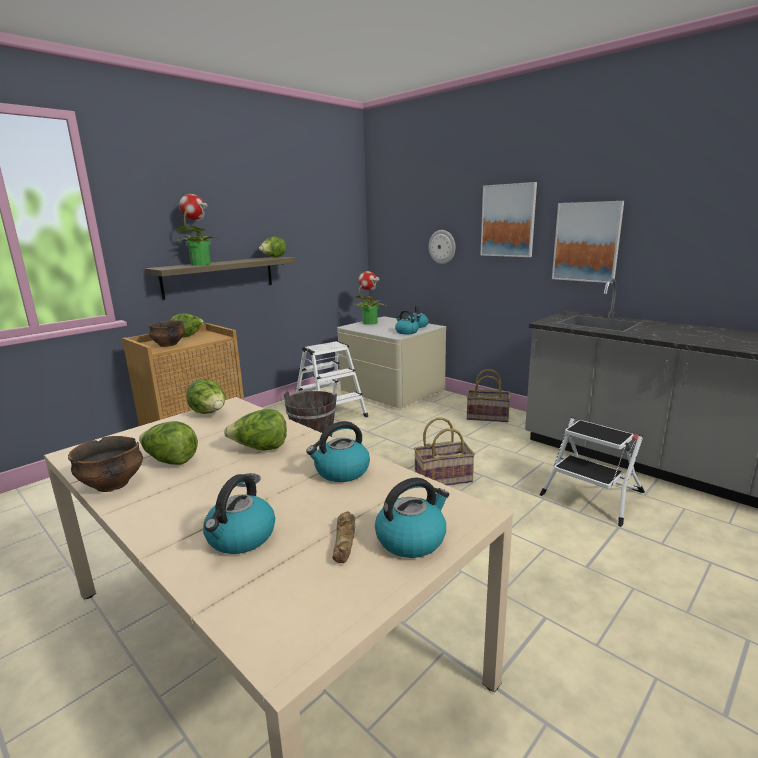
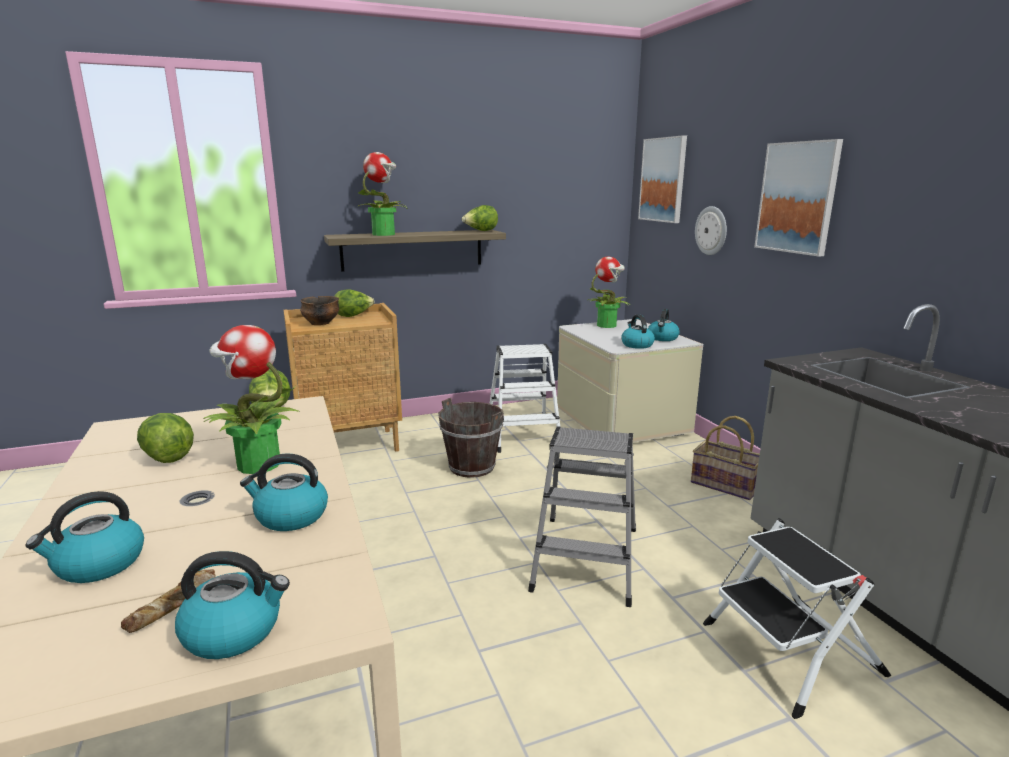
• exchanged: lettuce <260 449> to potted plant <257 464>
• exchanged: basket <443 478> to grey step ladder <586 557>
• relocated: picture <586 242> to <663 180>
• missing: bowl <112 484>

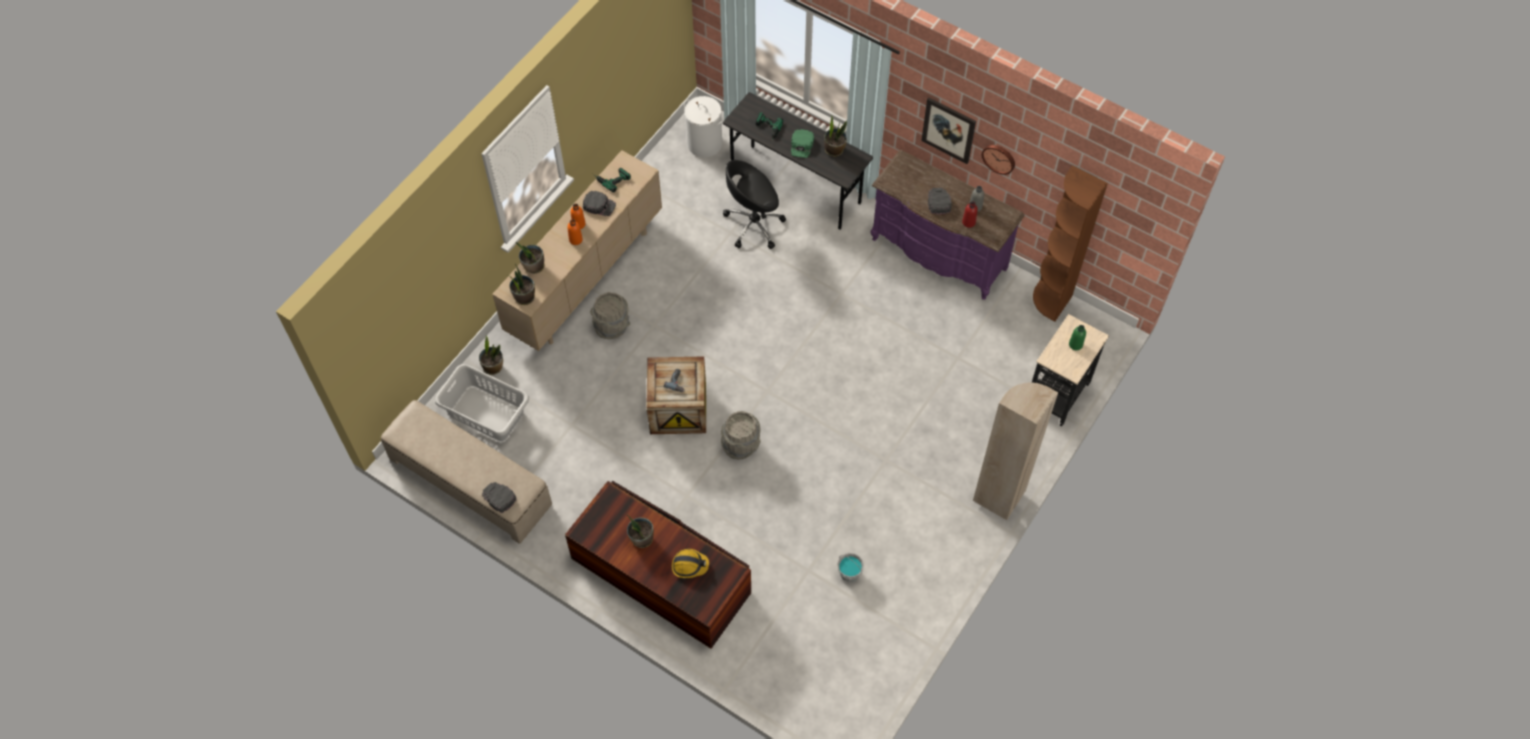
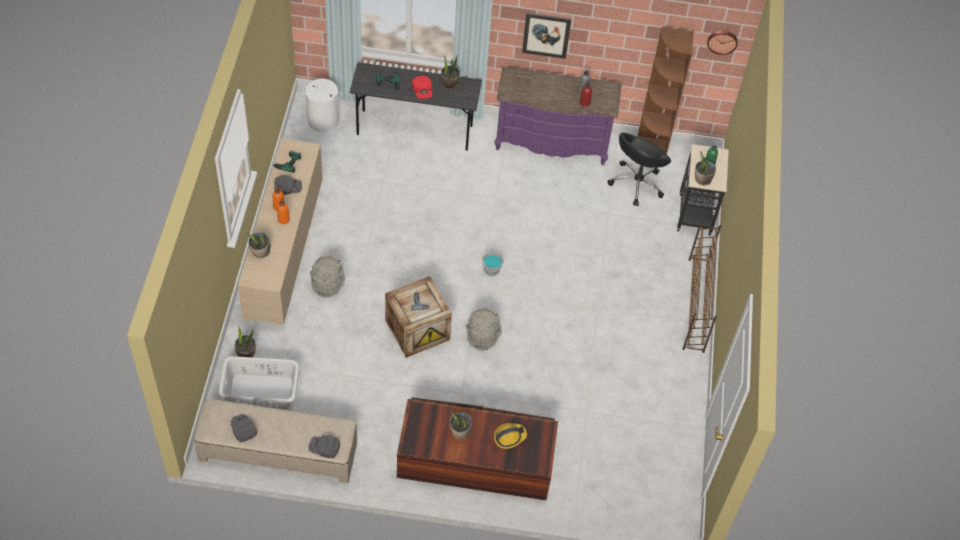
• relocated: black cap <938 201> to <243 428>
• colour: green cap <802 145> to red cap <422 89>
• relocated: grey bucket <849 573> to <491 270>
• relocated: black office chair <752 225> to <635 185>
• exchanged: beige bookcase <999 500> to brown shoe rack <695 305>
• relocated: potted plant <524 297> to <702 179>
• relocated: wall clock <999 158> to <722 41>

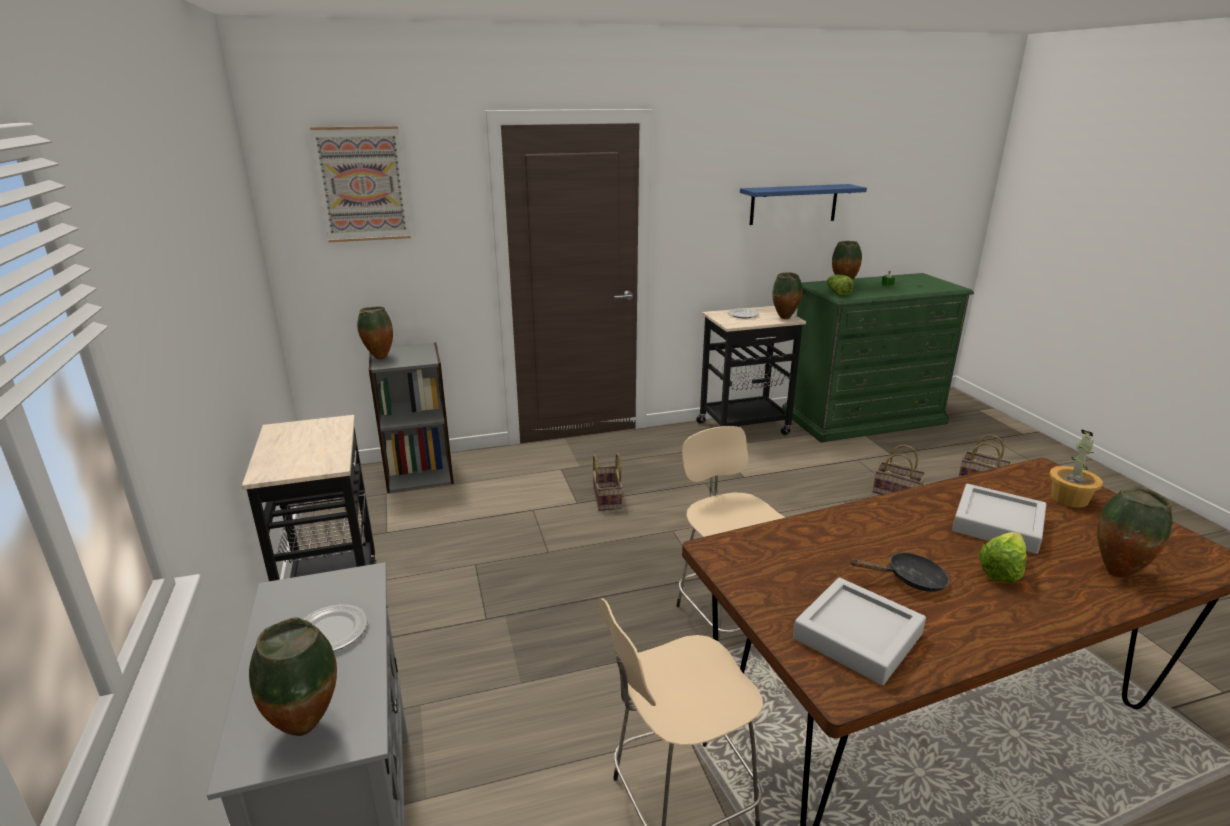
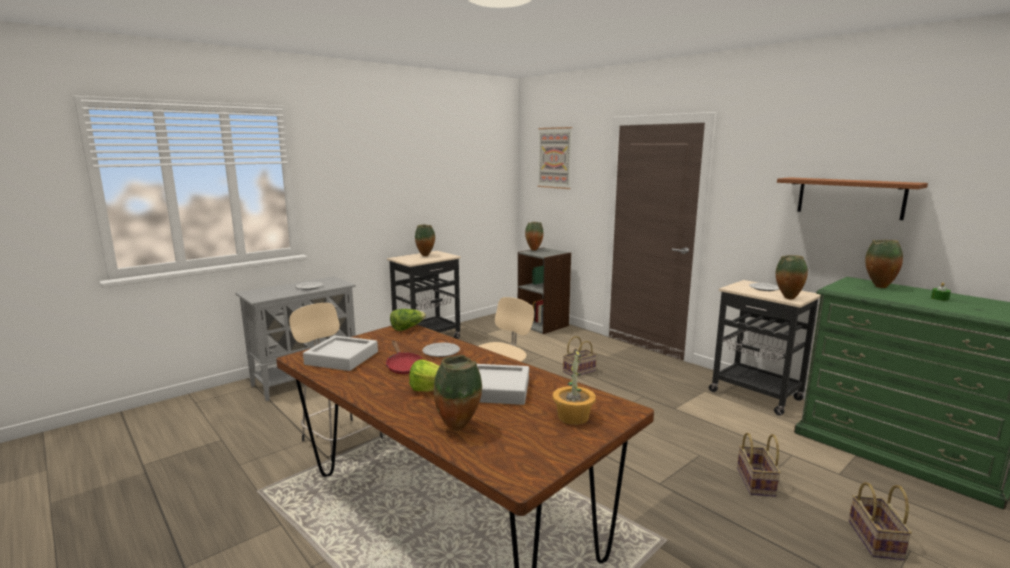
• colour: black frying pan <909 579> to red frying pan <403 367>
• relocated: lettuce <837 293> to <407 328>
• relocated: vase <308 727> to <426 256>
• appeared: plate <441 352>
• colour: blue shelf <793 204> to brown shelf <850 197>

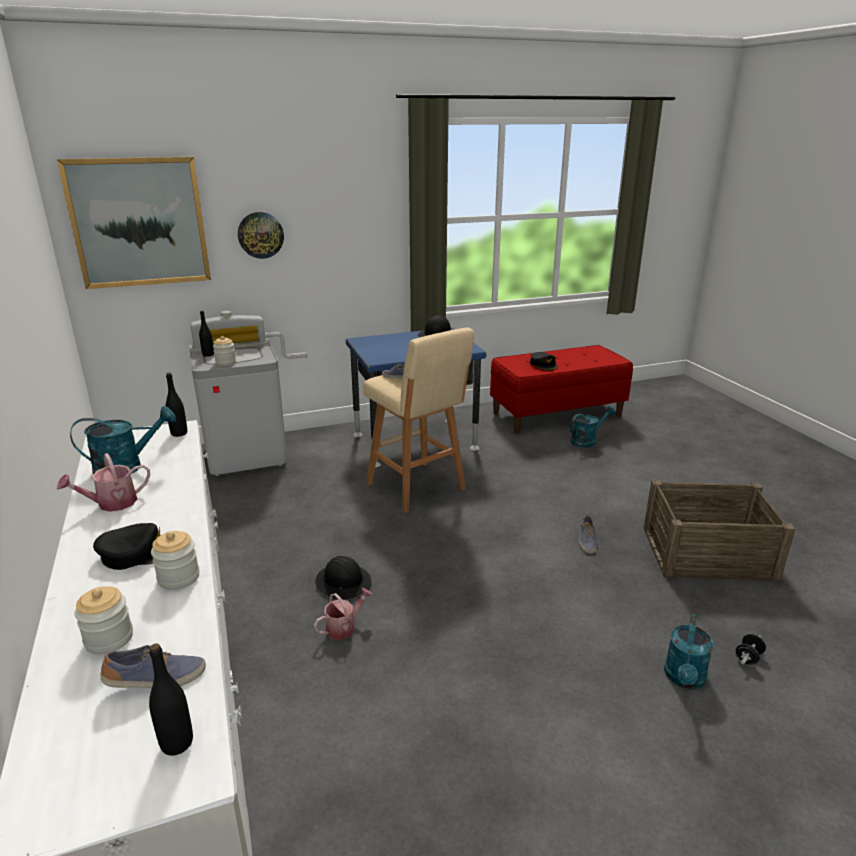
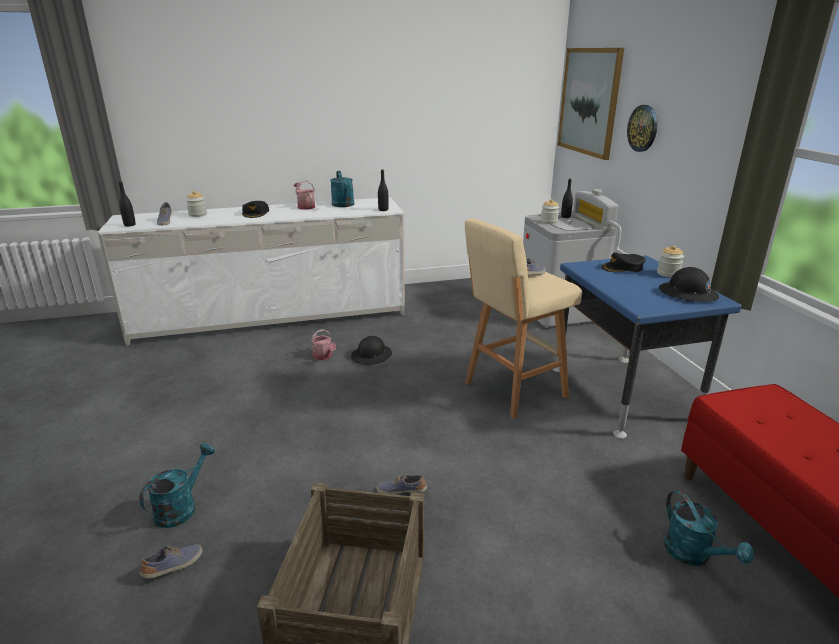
• spun: turquoise watering can <684 679> = <181 507> 90 degrees clockwise
• exchanged: black dumbbell <748 657> to shoe <174 566>
• relocated: black cap <543 364> to <623 268>
• relocated: jar <179 578> to <668 274>

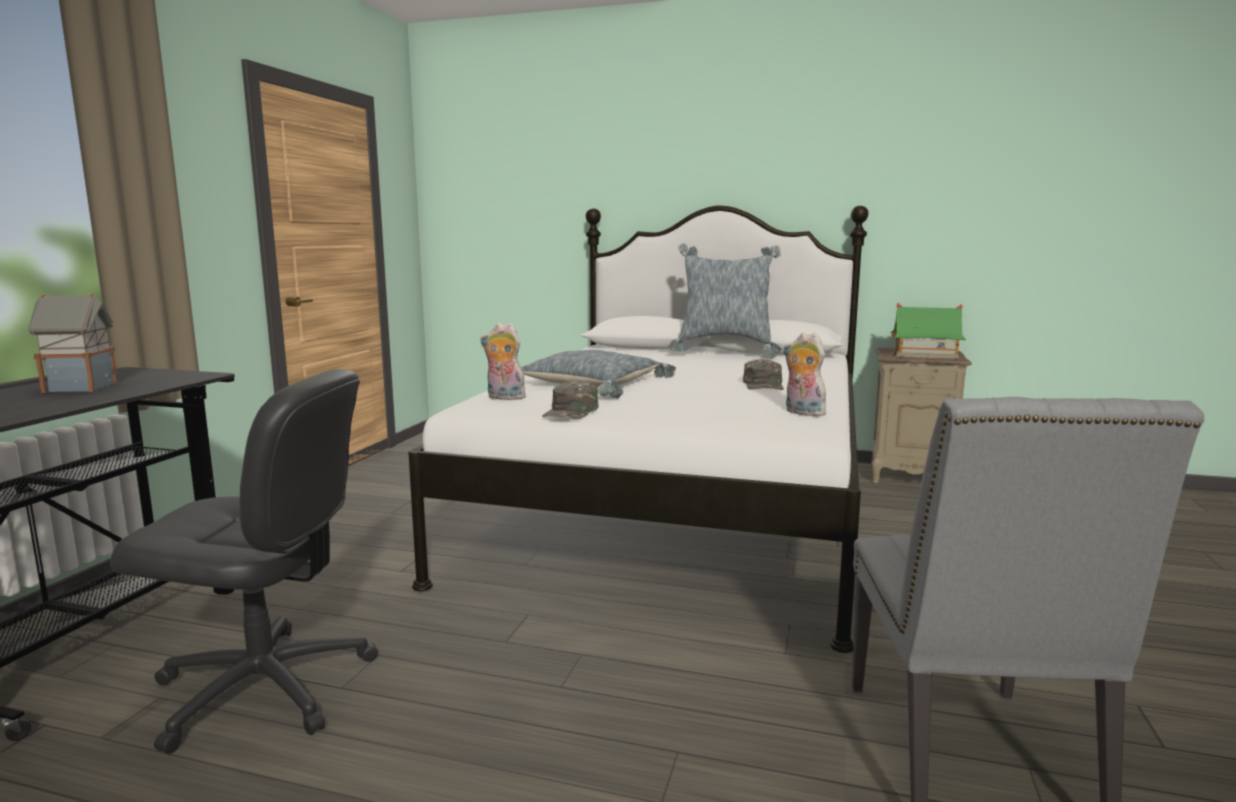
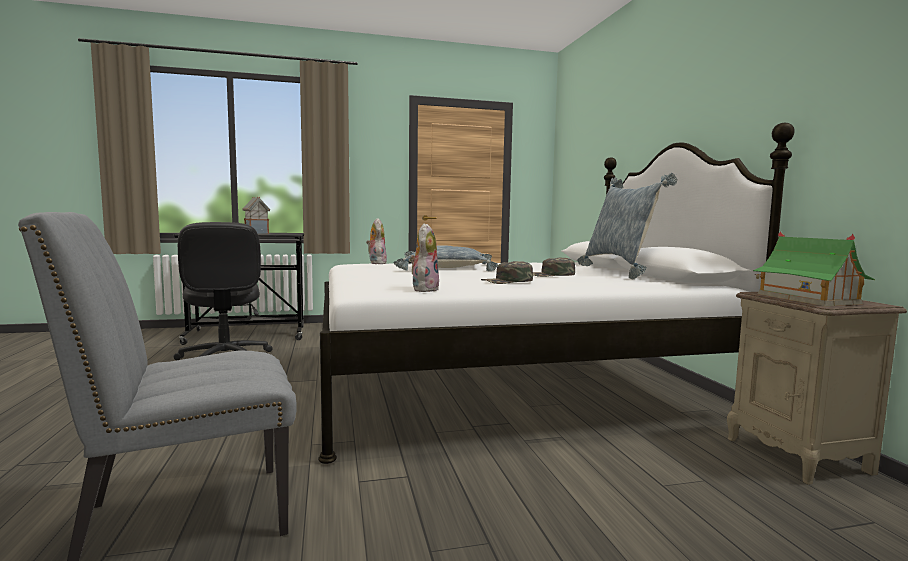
• relocated: green cap <571 412> to <551 275>

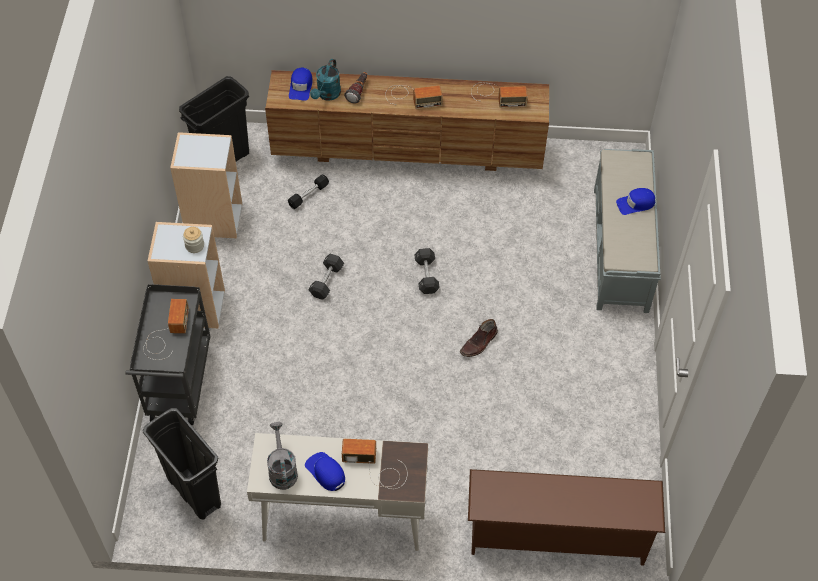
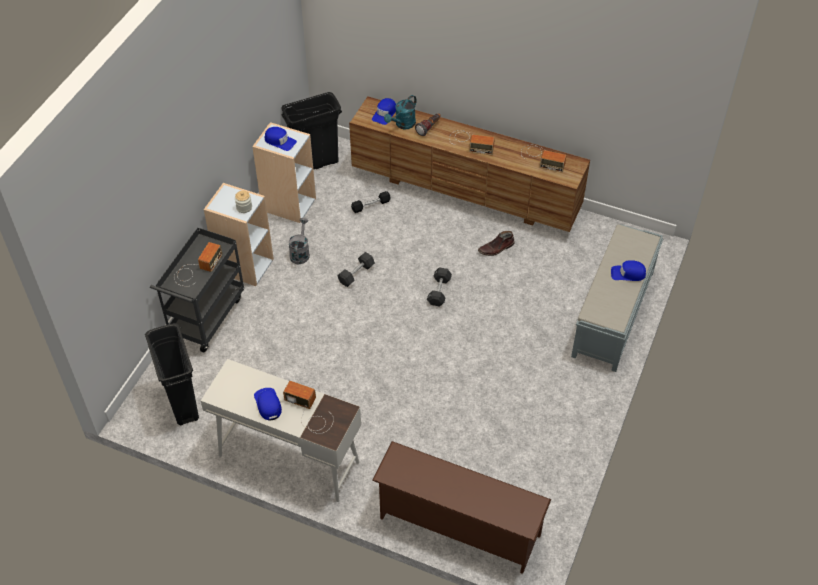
• appeared: blue cap <280 141>
• relocated: grey watering can <282 469> to <300 252>
• relocated: brown boot <479 343> to <496 248>

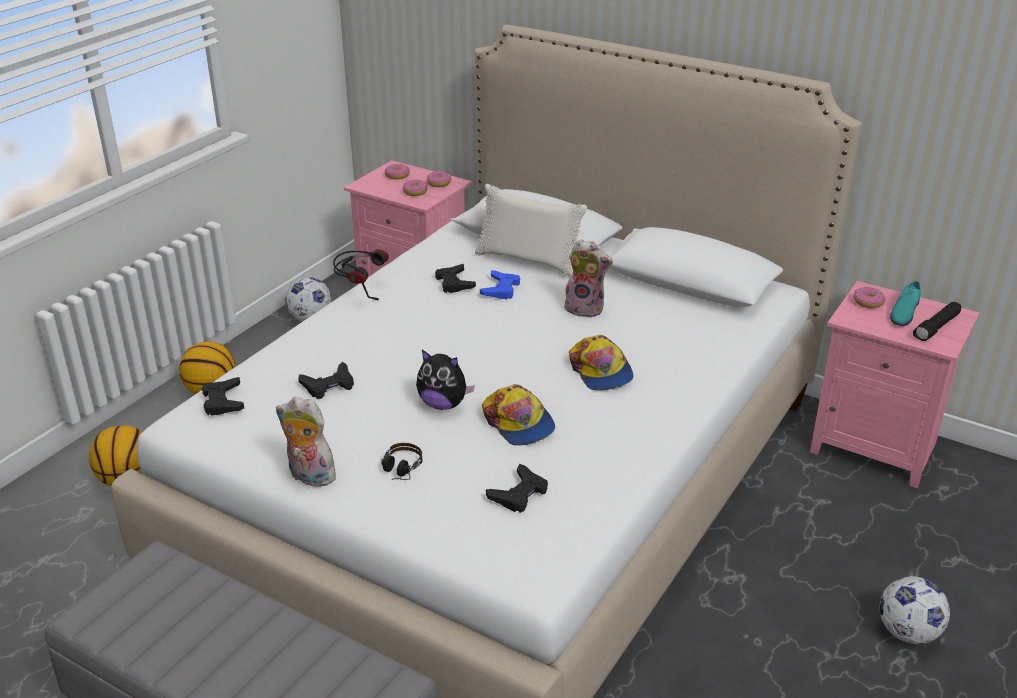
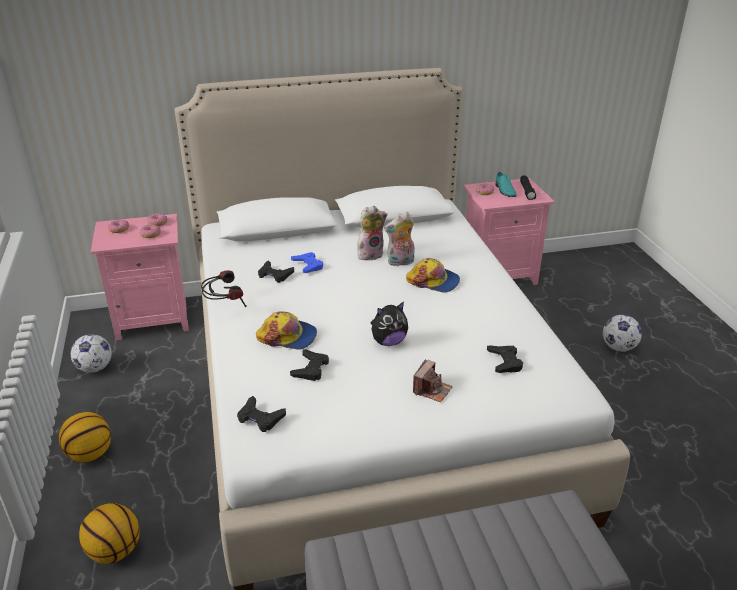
• relocated: cap <518 423> to <288 336>
• relocated: plush toy <309 477> to <400 262>
• exchanged: headphones <399 472> to photo camera <432 390>
• missing: white pillow <528 261>

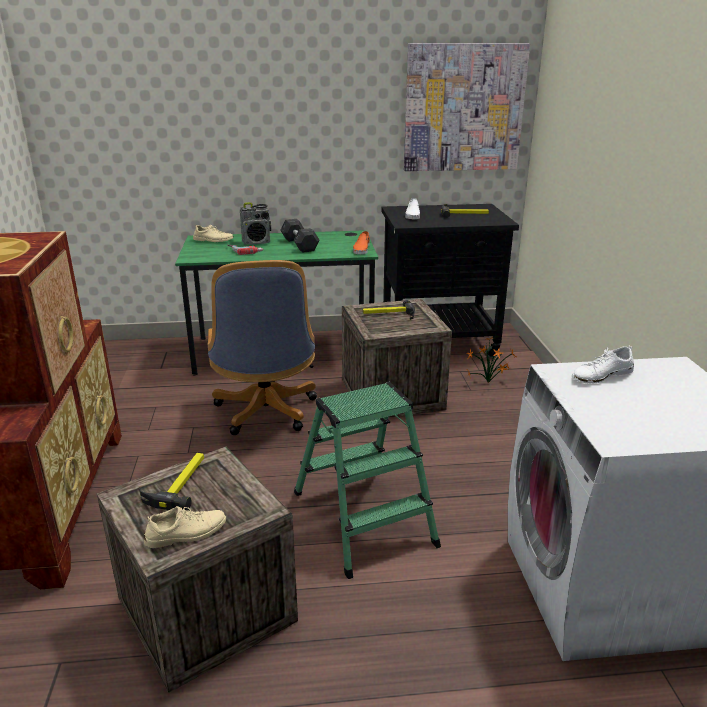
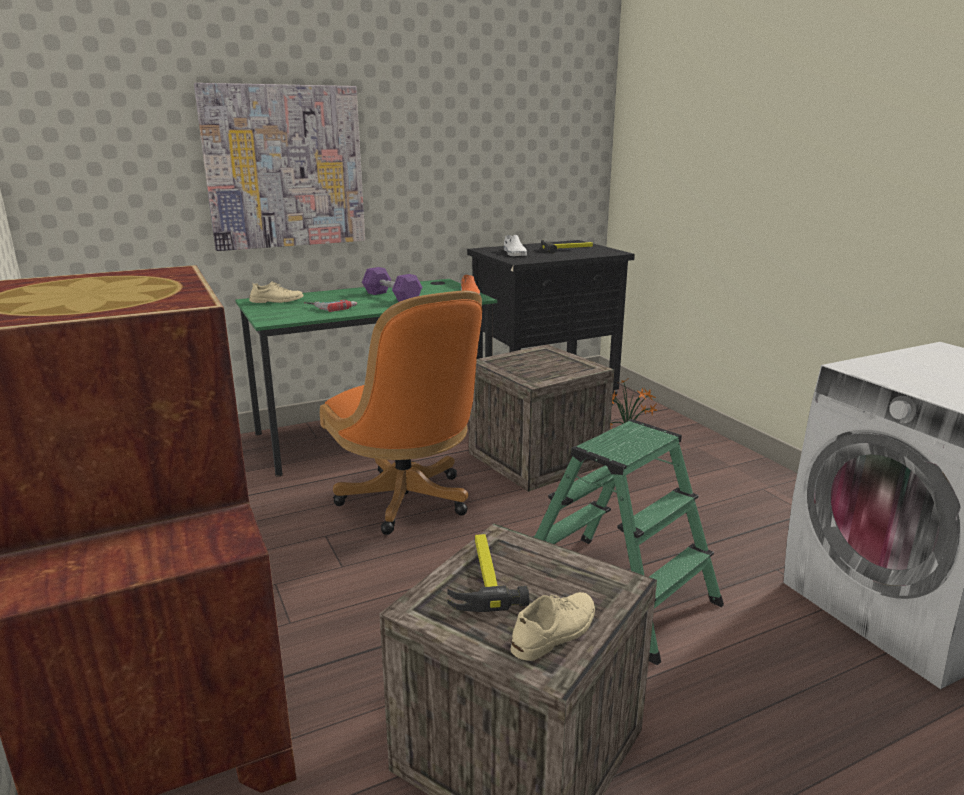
• relocated: picture <463 108> to <285 167>
• colour: blue office chair <267 416> to orange office chair <410 506>
• colour: grey dumbbell <299 245> to purple dumbbell <392 297>
• missing: radio <257 242>
• missing: hammer <388 314>
• missing: white shoe <601 375>

